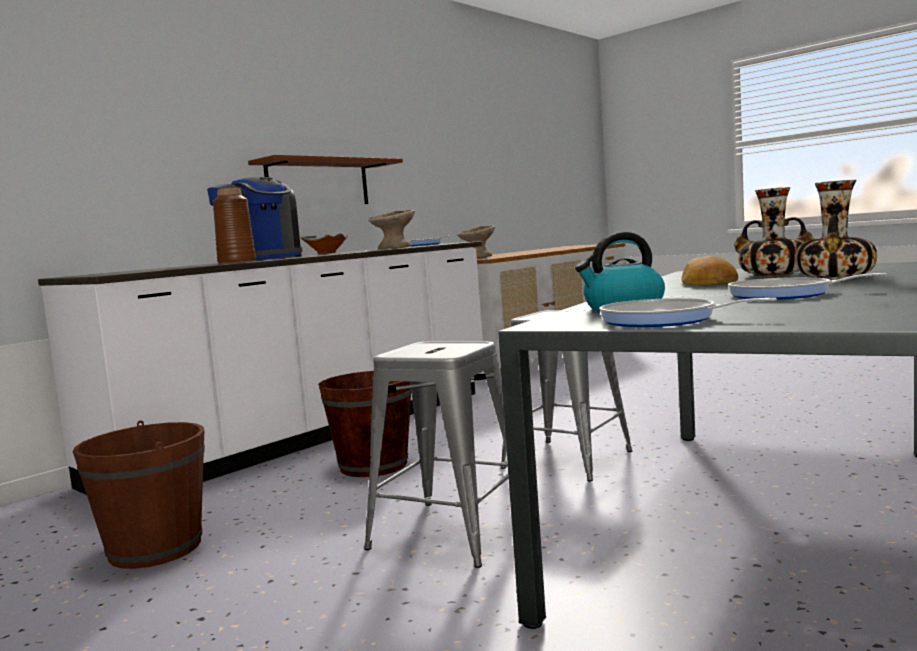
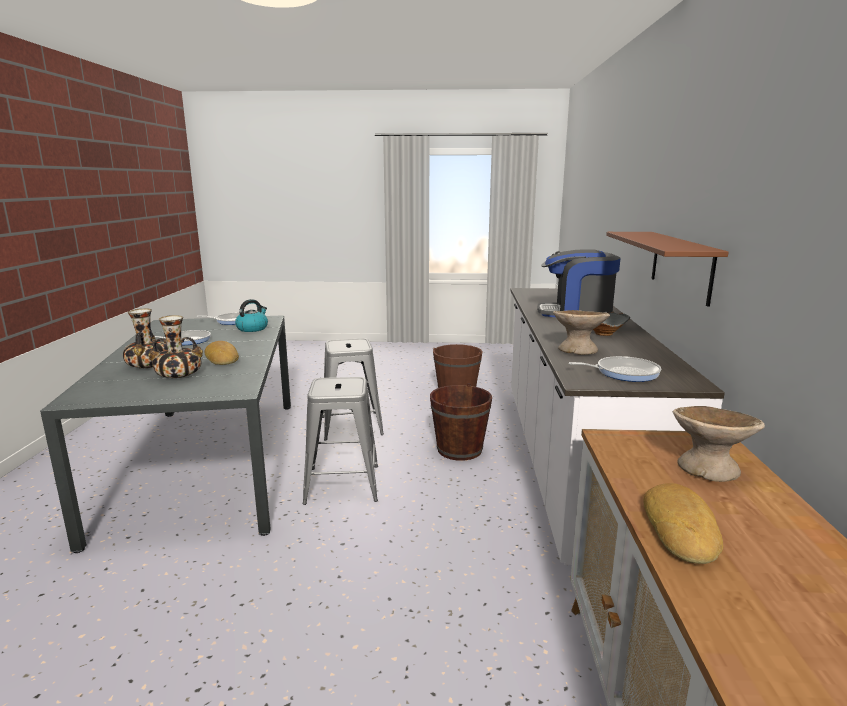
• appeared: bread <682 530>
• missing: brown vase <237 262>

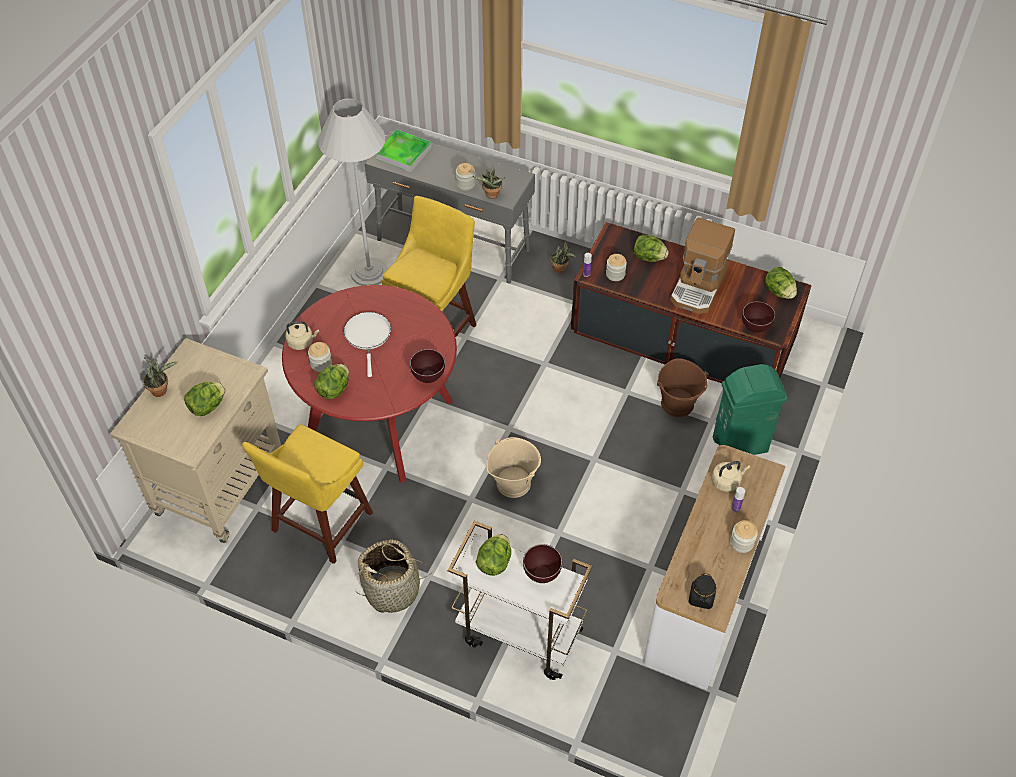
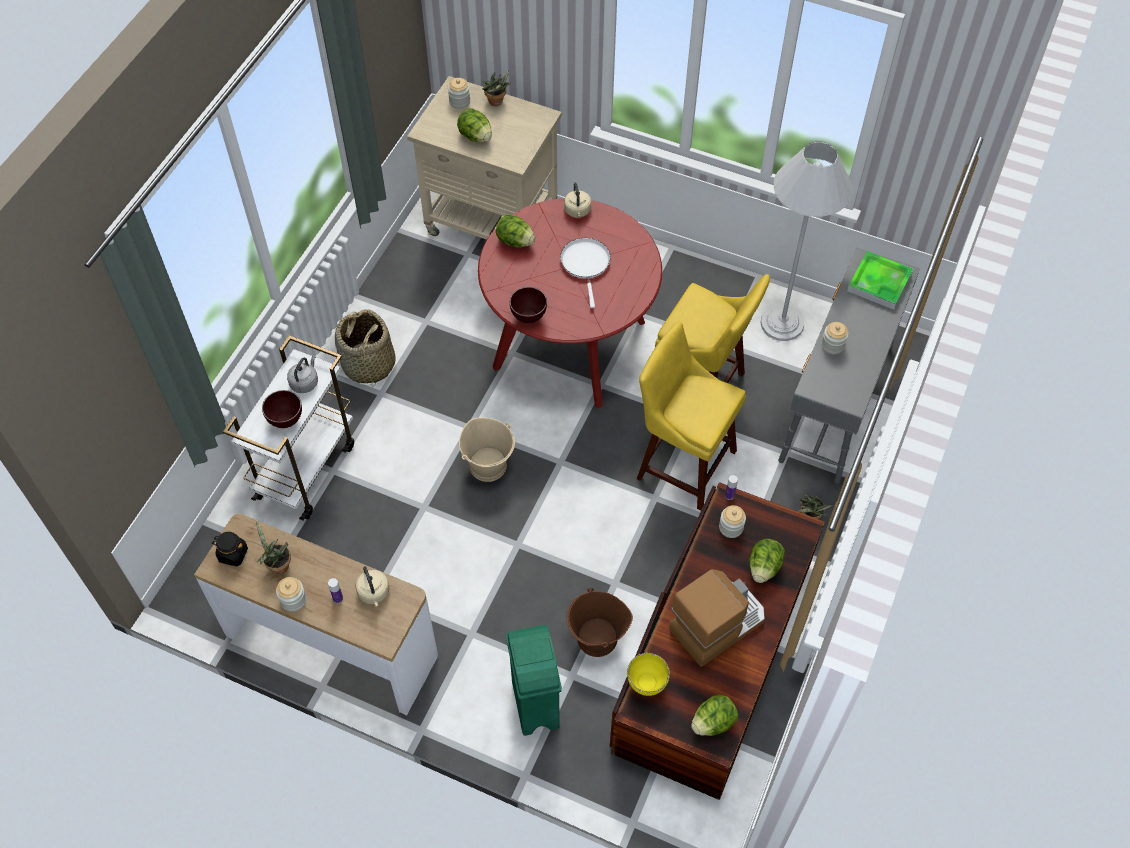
• relocated: potted plant <491 196> to <278 565>
• exchanged: lettuce <494 562> to grey kettle <305 382>
• relocated: jar <321 364> to <459 101>
• spun: white frying pan <368 336> = <586 264> 90 degrees counterclockwise
• colour: brown bowl <754 328> to yellow bowl <647 683>
• relocated: yellow chair <318 525> to <682 461>
• spun: coffee machine <699 286> = <716 623> 120 degrees clockwise

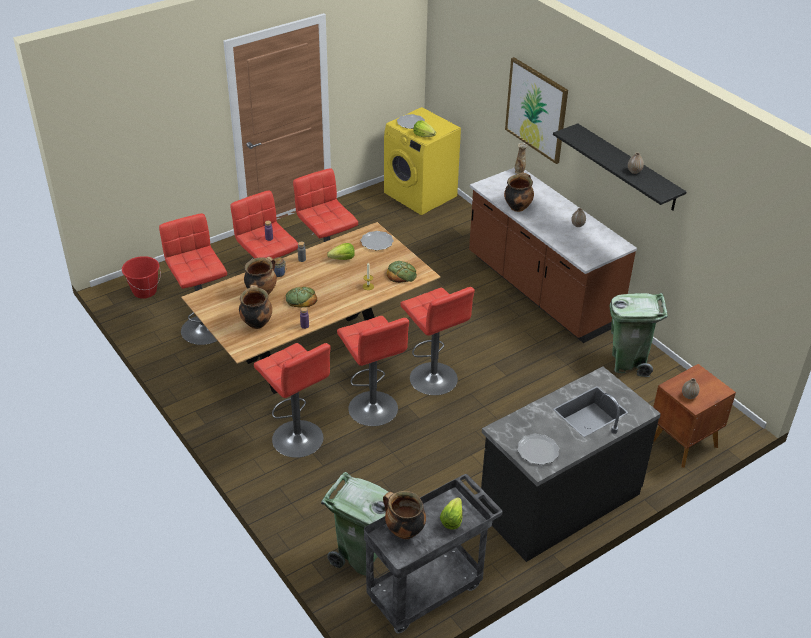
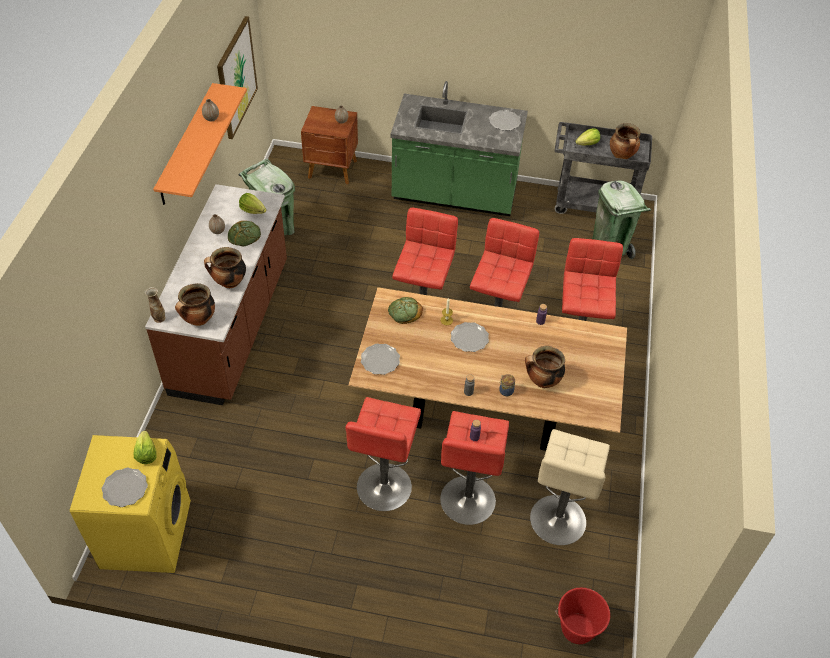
• colour: black shelf <627 167> to orange shelf <186 145>
• relocated: cooking pot <256 323> to <198 320>
• relocated: picture <536 110> to <236 77>
• relocated: bread <301 299> to <244 236>
• relocated: lettuce <342 259> to <252 210>
• colour: black counter <558 501> to green counter <454 195>
• appeared: plate <469 338>
• colour: red stool <204 329> to beige stool <557 520>

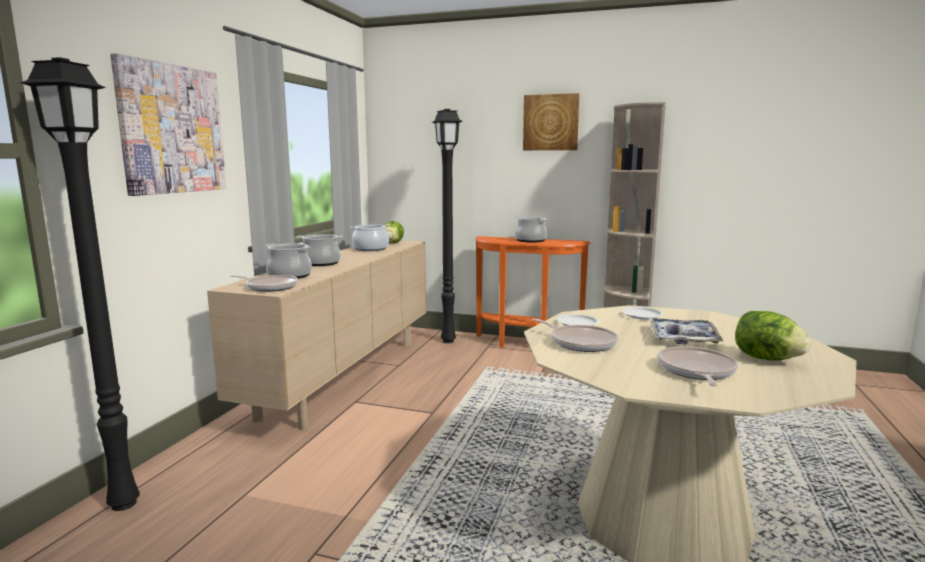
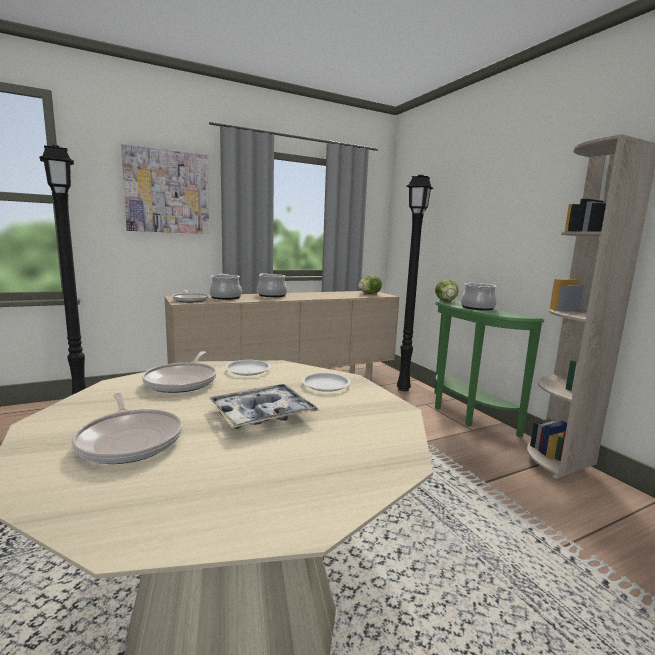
• spun: frying pan <696 371> = <130 440> 90 degrees clockwise
• colour: orange console table <526 344> to green console table <464 414>
• relocated: lettuce <766 359> to <446 301>
• missing: cooking pot <370 249>
• missing: picture <551 122>

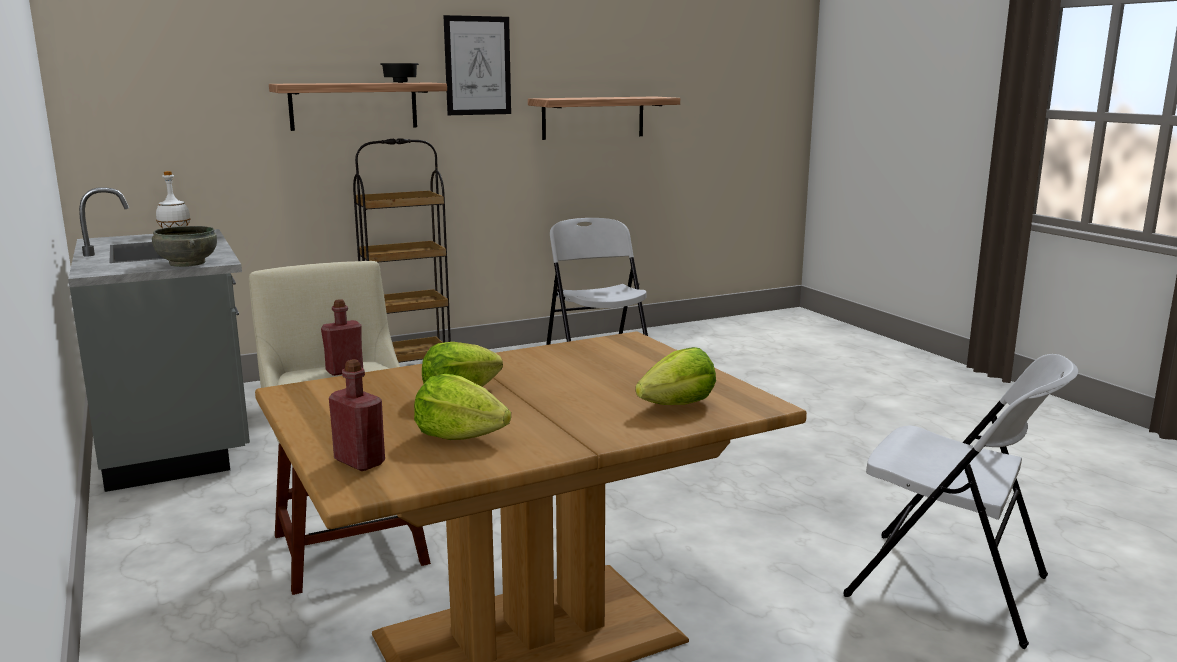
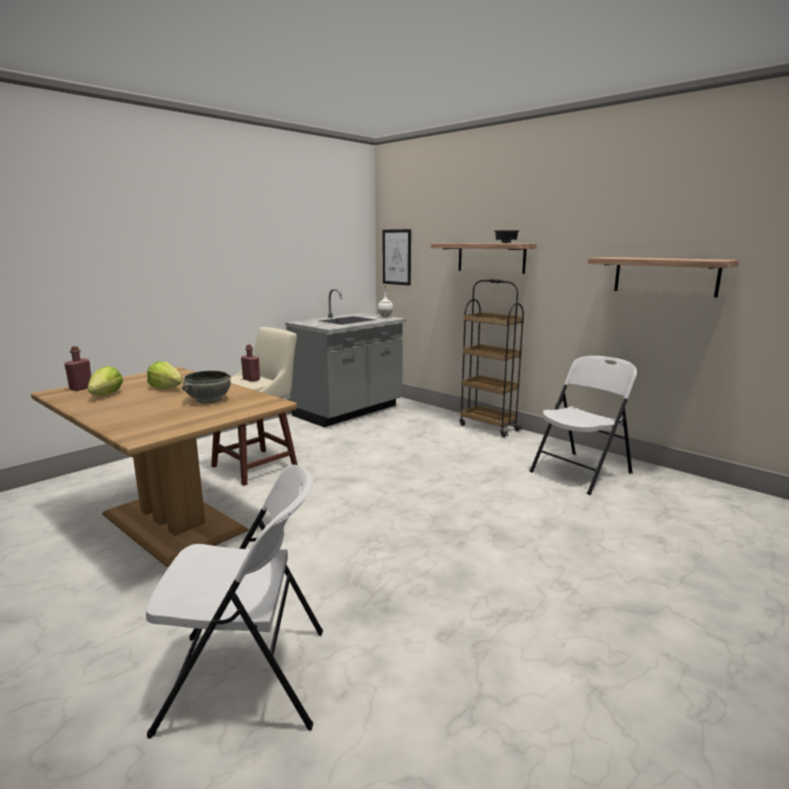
• spun: white chair <947 586> = <245 679> 105 degrees counterclockwise
• relocated: grey bowl <186 263> to <208 399>
• relocated: picture <477 66> to <396 257>
• missing: lettuce <678 405>

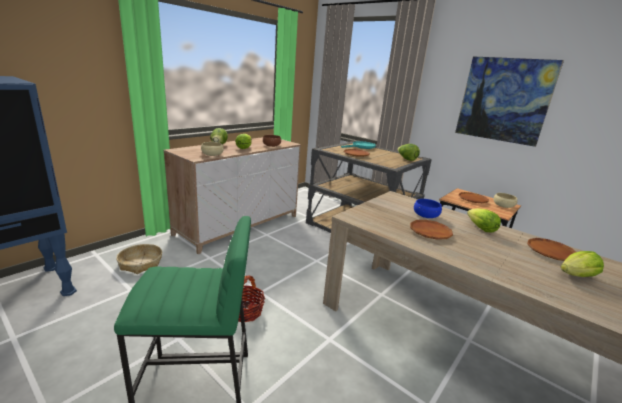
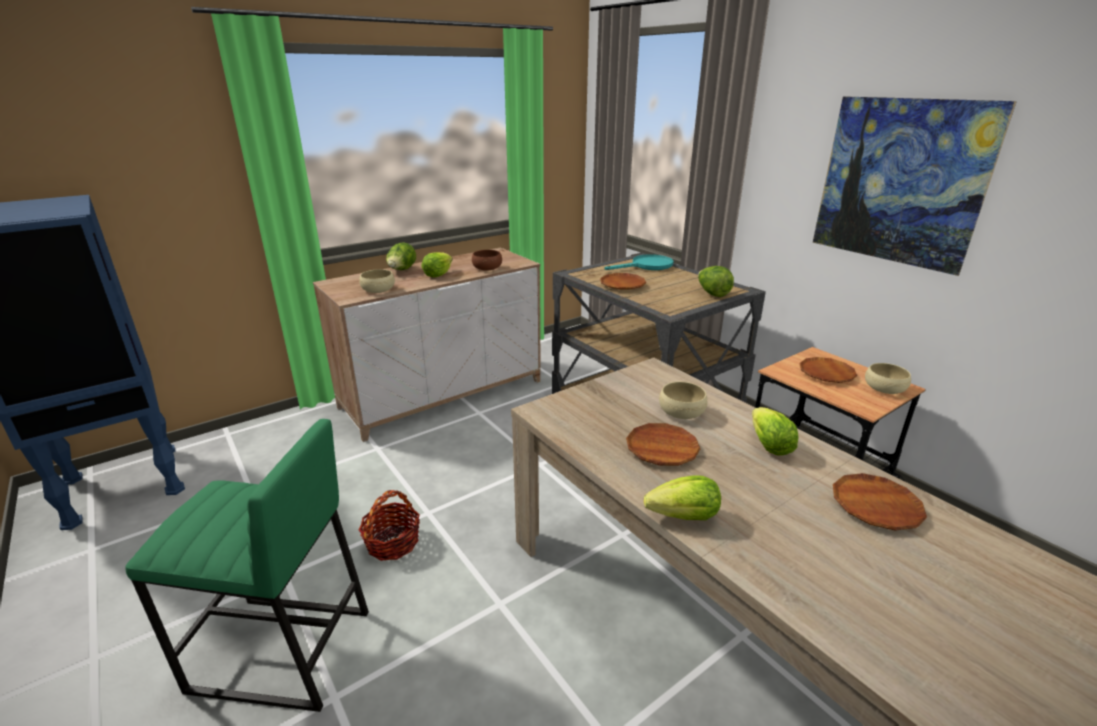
• relocated: lettuce <577 276> to <684 517>
• colour: blue bowl <426 215> to beige bowl <681 412>
• missing: basket <141 263>

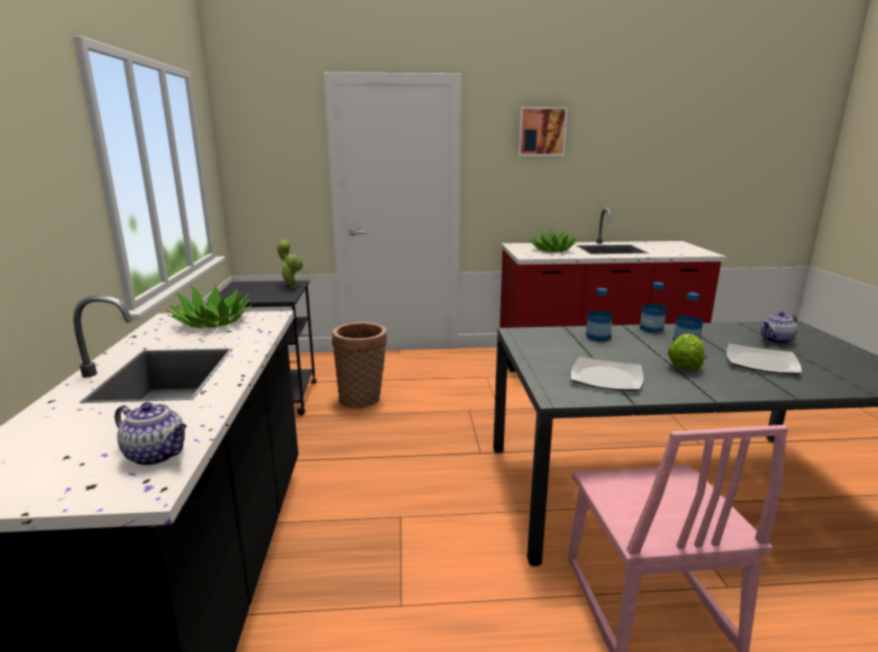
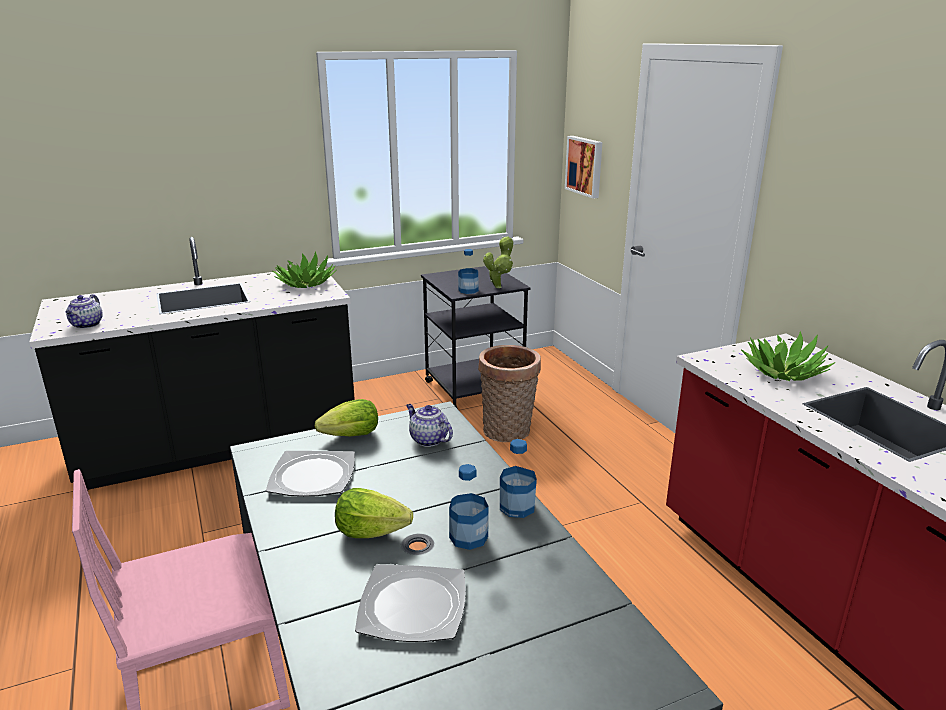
• appeared: lettuce <352 436>
• relocated: teapot <776 341> to <428 439>
• relocated: bottle <598 337> to <468 290>
• relocated: picture <541 131> to <585 166>

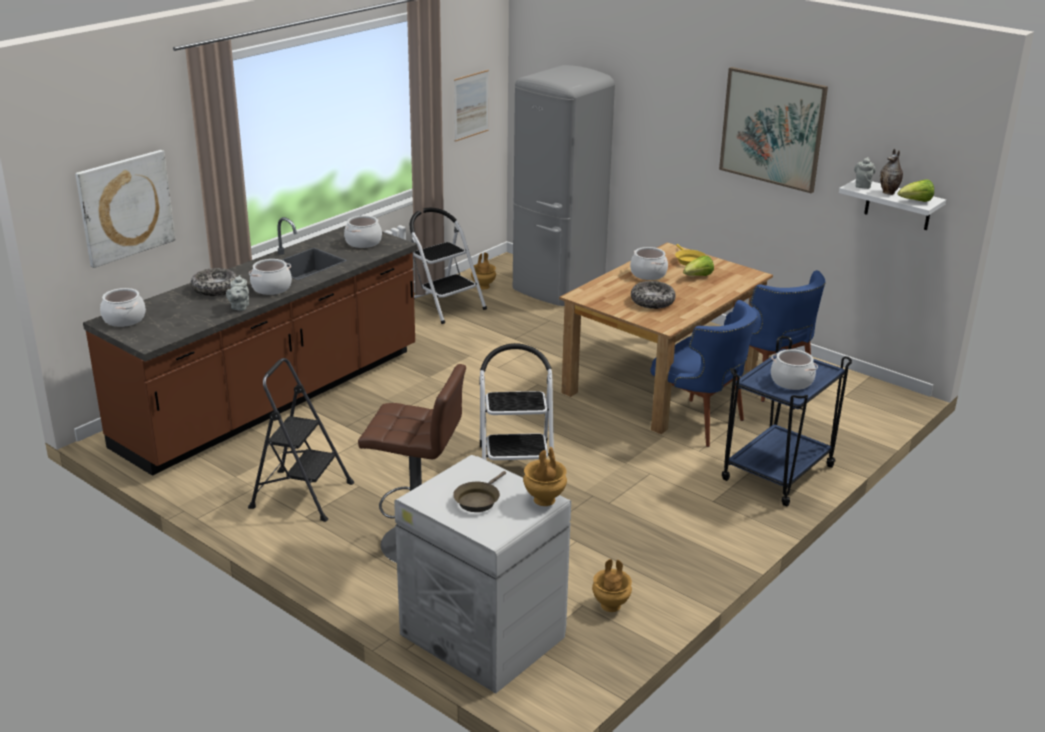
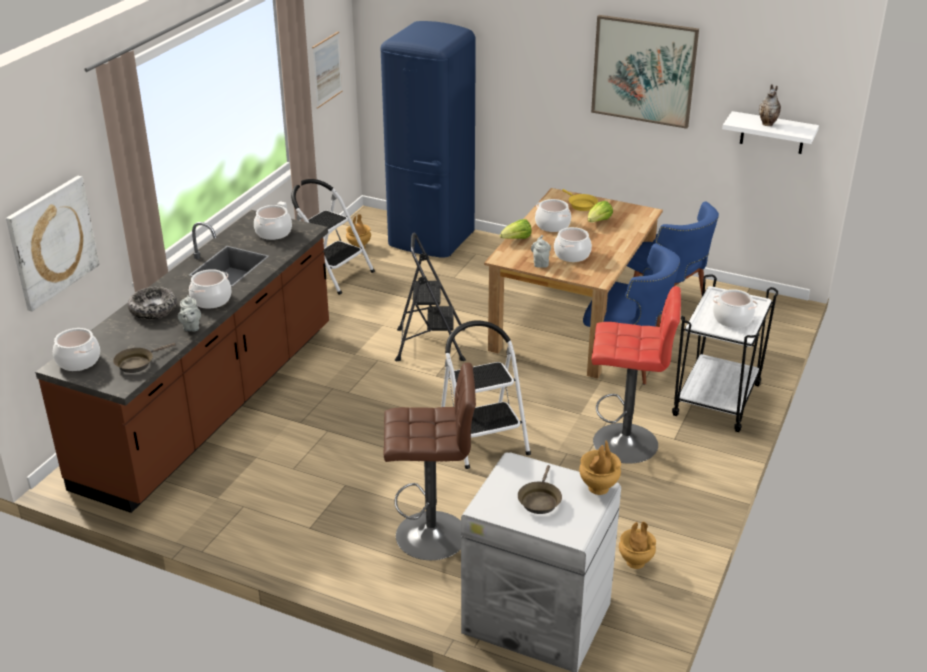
• appeared: brown frying pan <137 363>
• colour: grey fridge <556 289> to blue fridge <430 240>
• relocated: black step ladder <299 494> to <428 344>
• relocated: lettuce <915 202> to <516 239>
• relocated: grey teapot <862 185> to <540 263>
• exchanged: bowl <652 301> to cooking pot <572 254>
• appeared: red stool <626 444>
• colour: blue cart <777 474> to white cart <716 401>

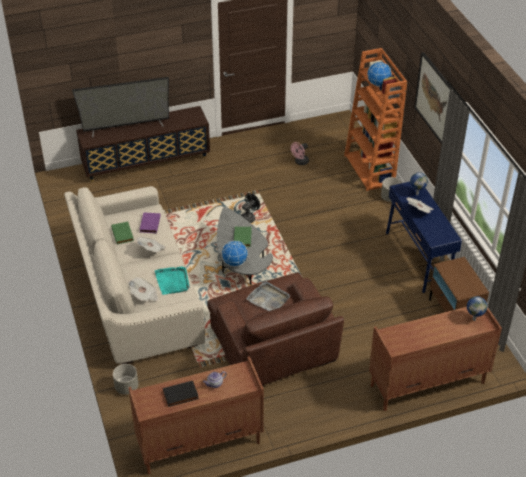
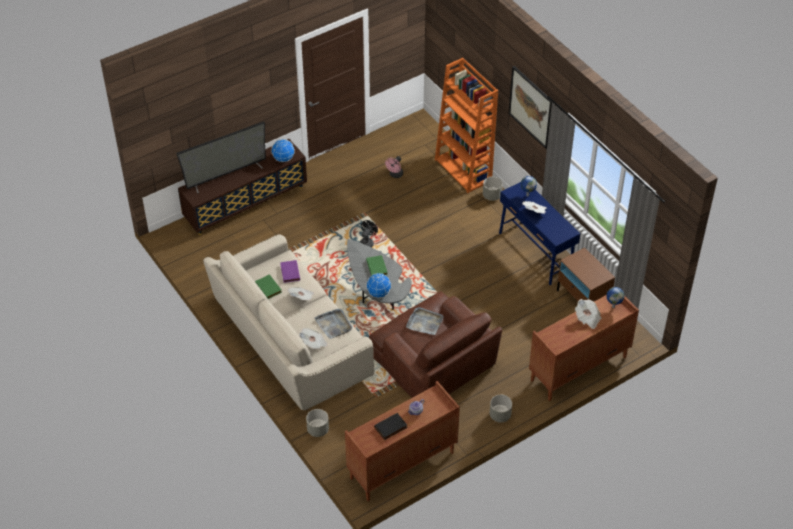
• relocated: globe <378 84> to <283 159>
• colour: turquoise tray <172 281> to grey tray <334 324>
• appeared: grey planter <500 415>
• appeared: newspaper <587 318>

